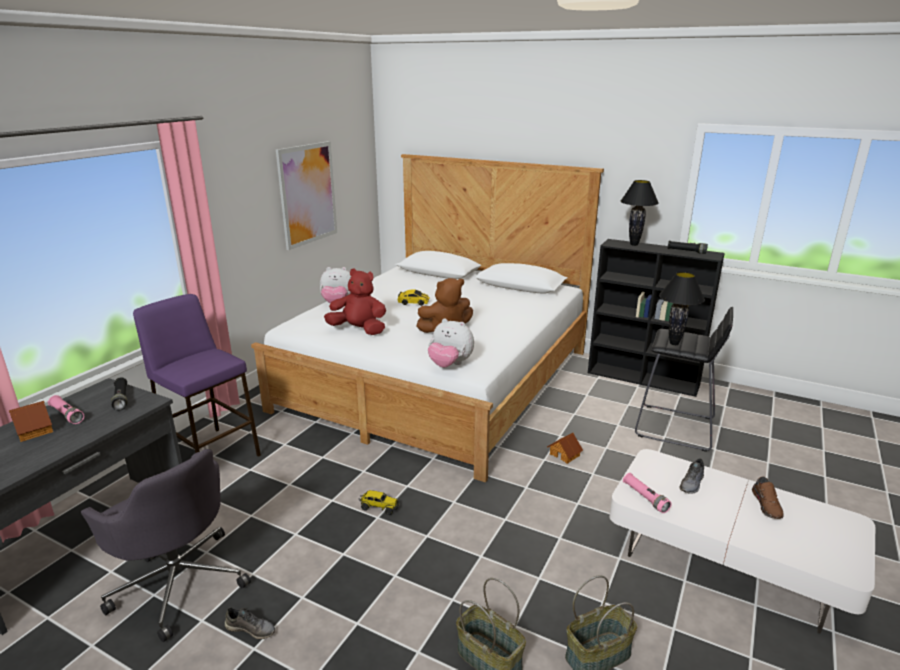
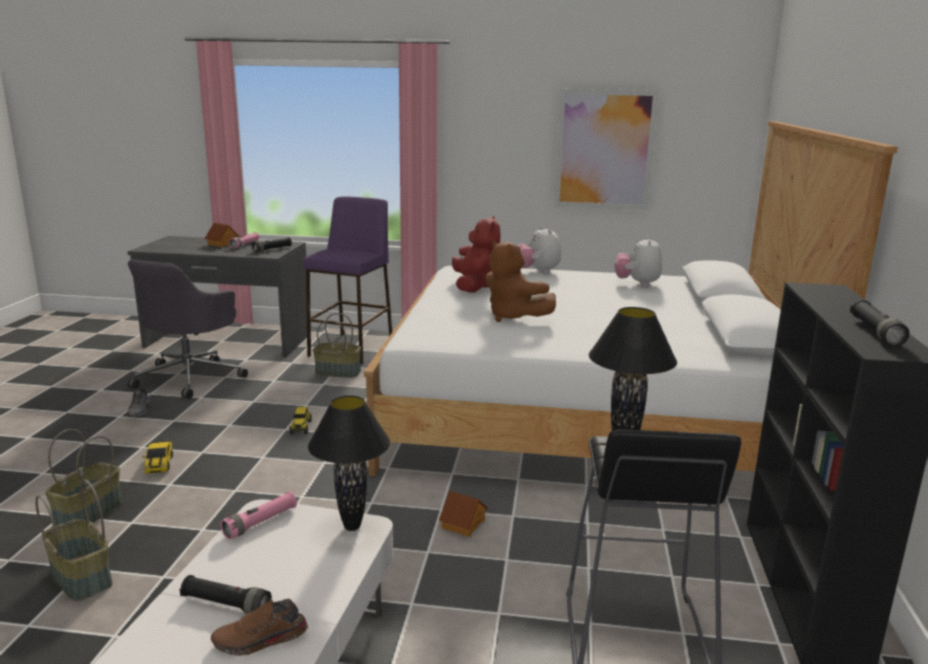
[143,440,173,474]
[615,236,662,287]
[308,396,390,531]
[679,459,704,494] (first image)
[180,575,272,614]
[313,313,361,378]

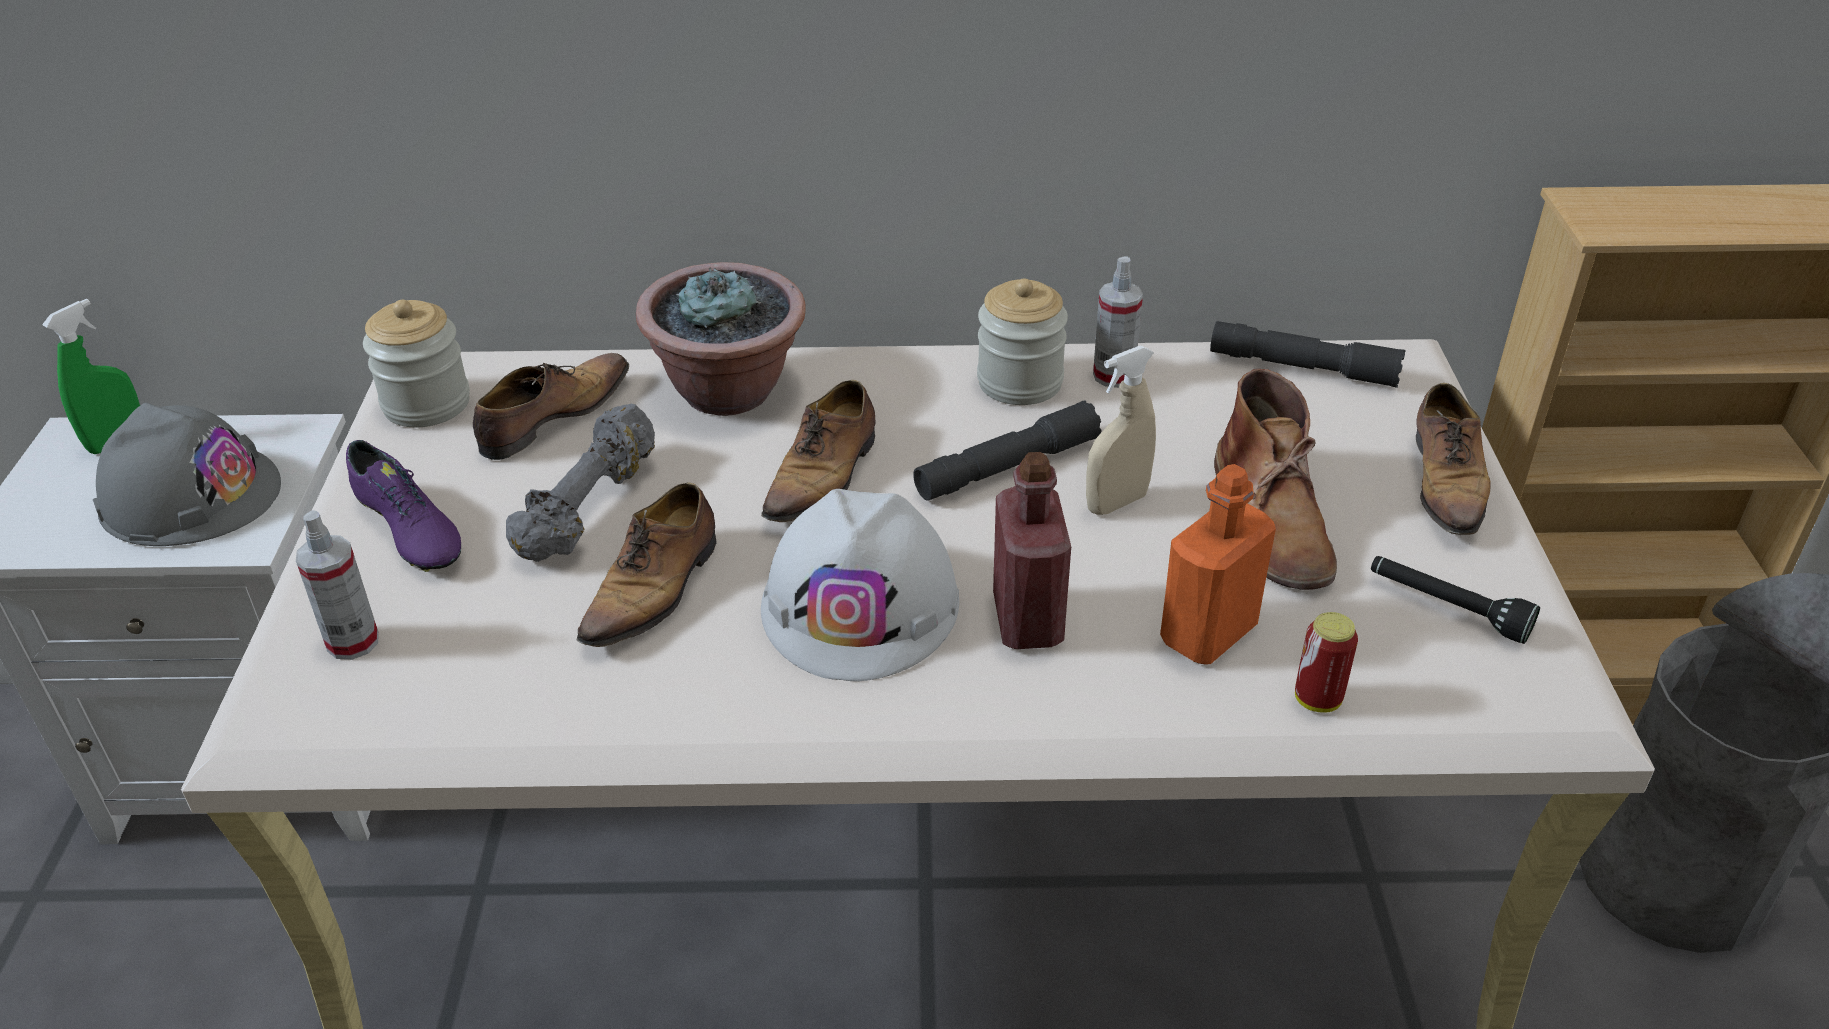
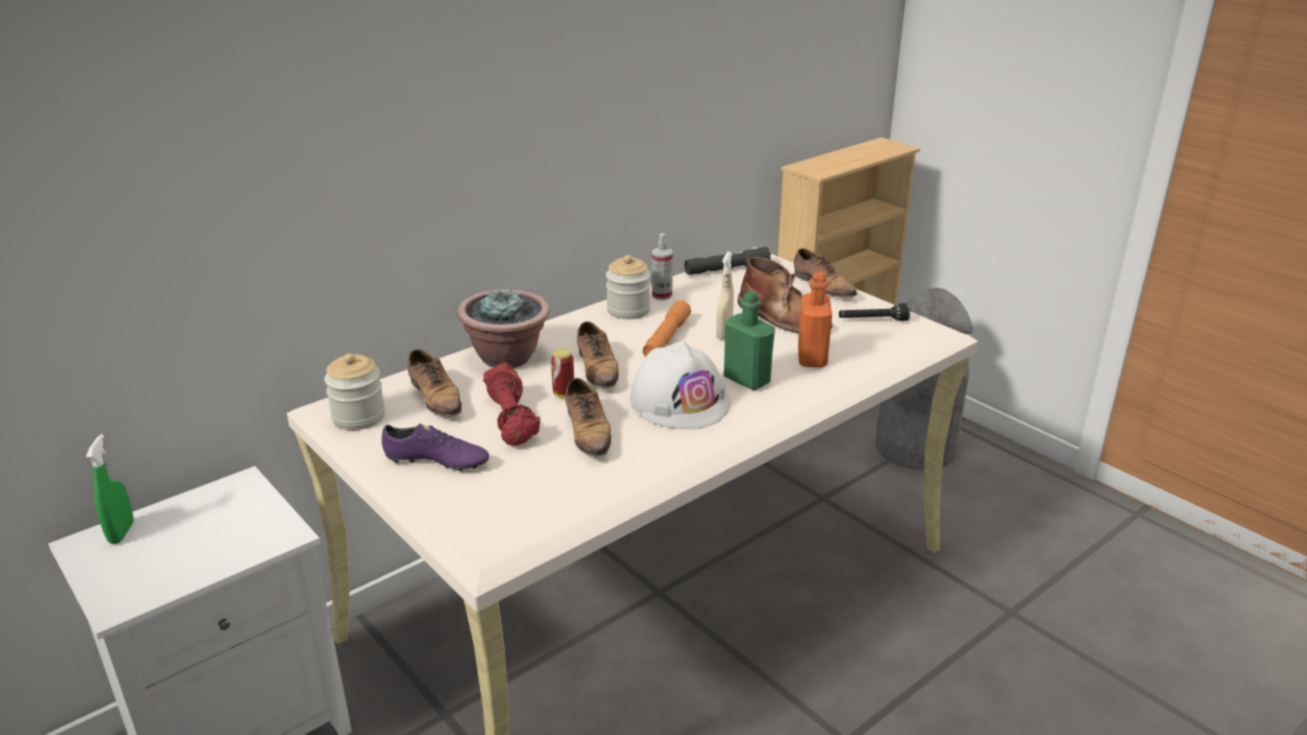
[93,403,281,546] (first image)
[296,510,379,660] (first image)
[408,349,462,417]
[483,362,540,446]
[643,300,691,357]
[724,291,775,390]
[551,349,574,398]

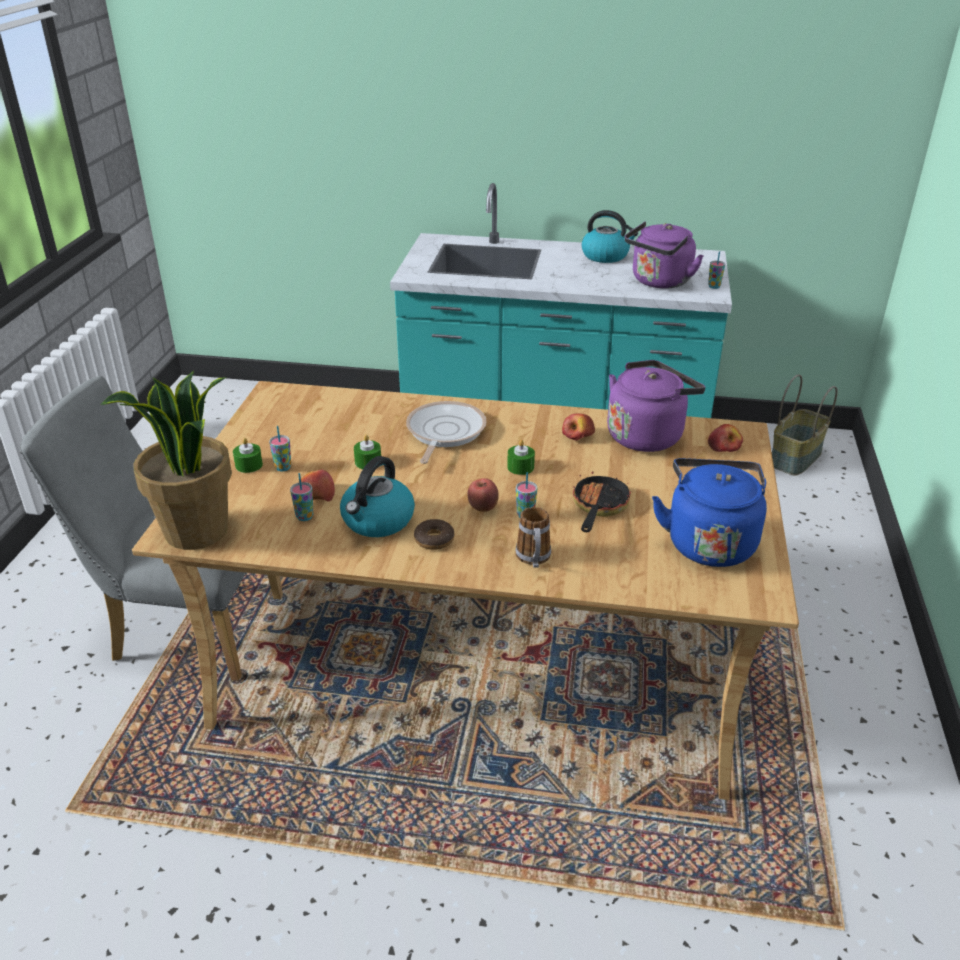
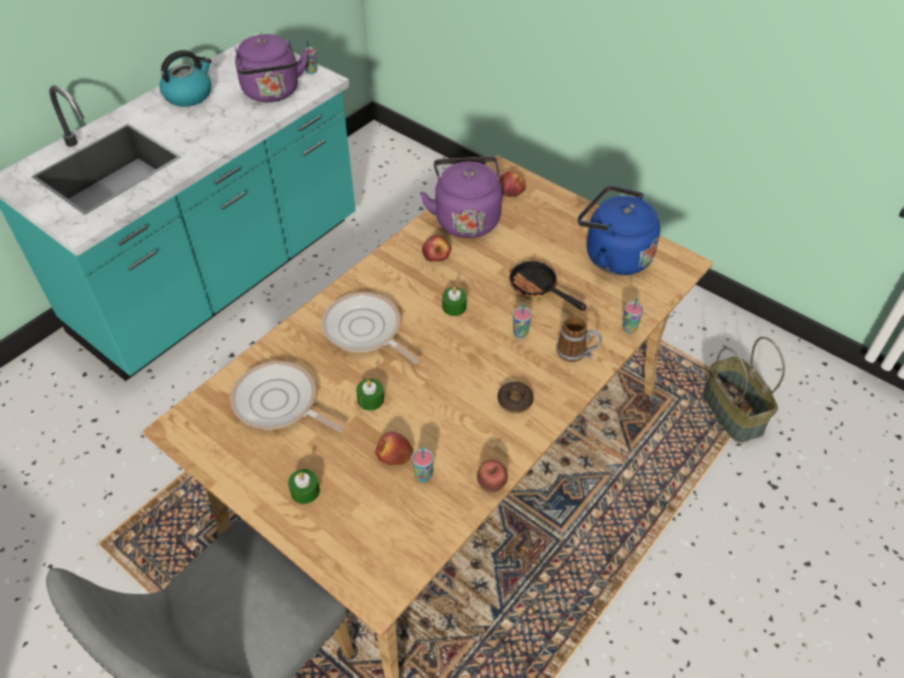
[101,371,232,550] (first image)
[622,297,644,333]
[340,456,415,537] (first image)
[477,460,508,493]
[703,337,785,443]
[230,361,344,432]

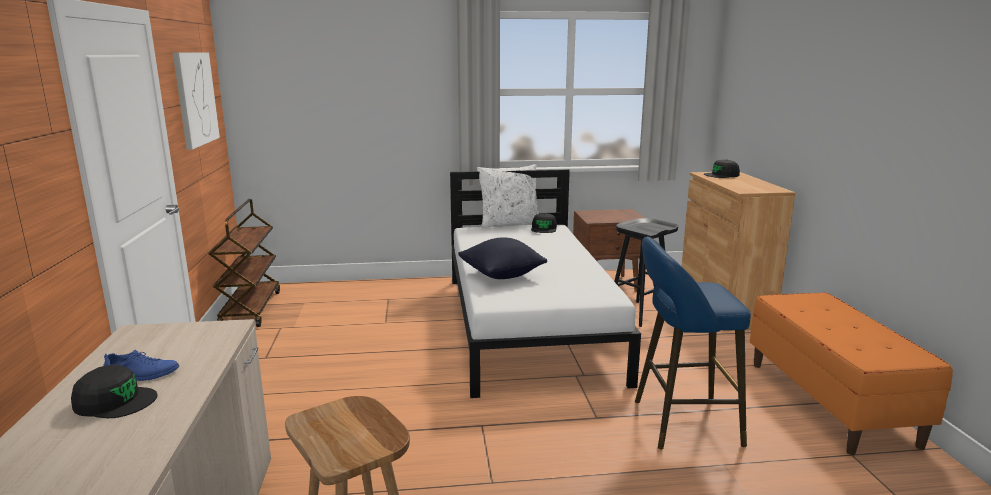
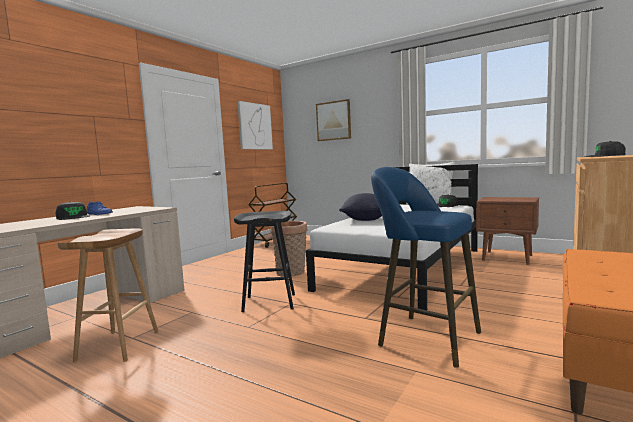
[234,211,295,312]
[270,221,307,277]
[316,99,351,141]

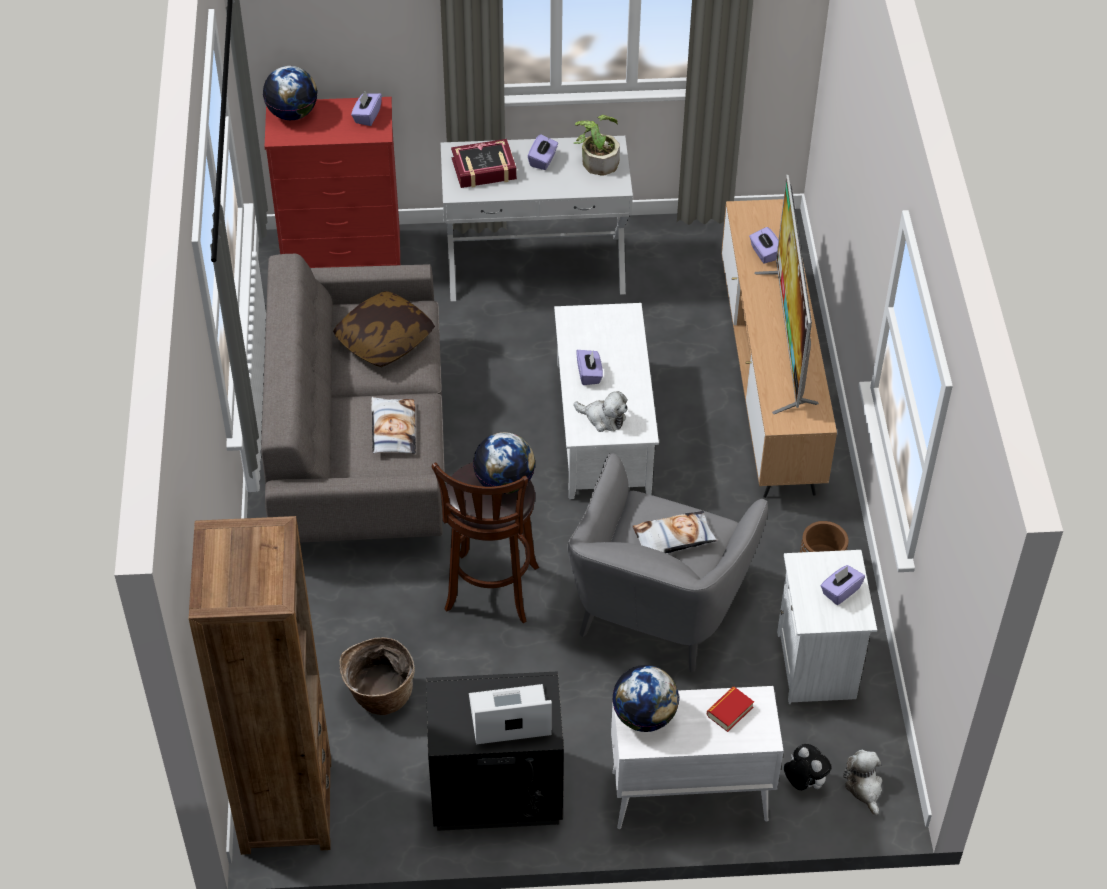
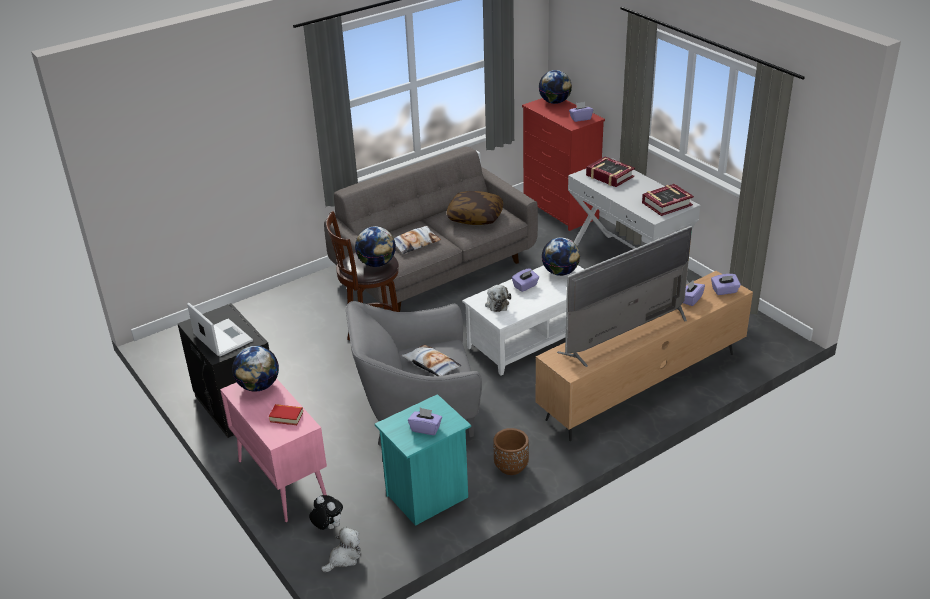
[189,516,331,855] (first image)
[339,637,415,715] (first image)
[711,274,741,295]
[642,184,694,216]
[220,378,327,522]
[375,394,471,526]
[309,495,343,530]
[542,237,580,276]

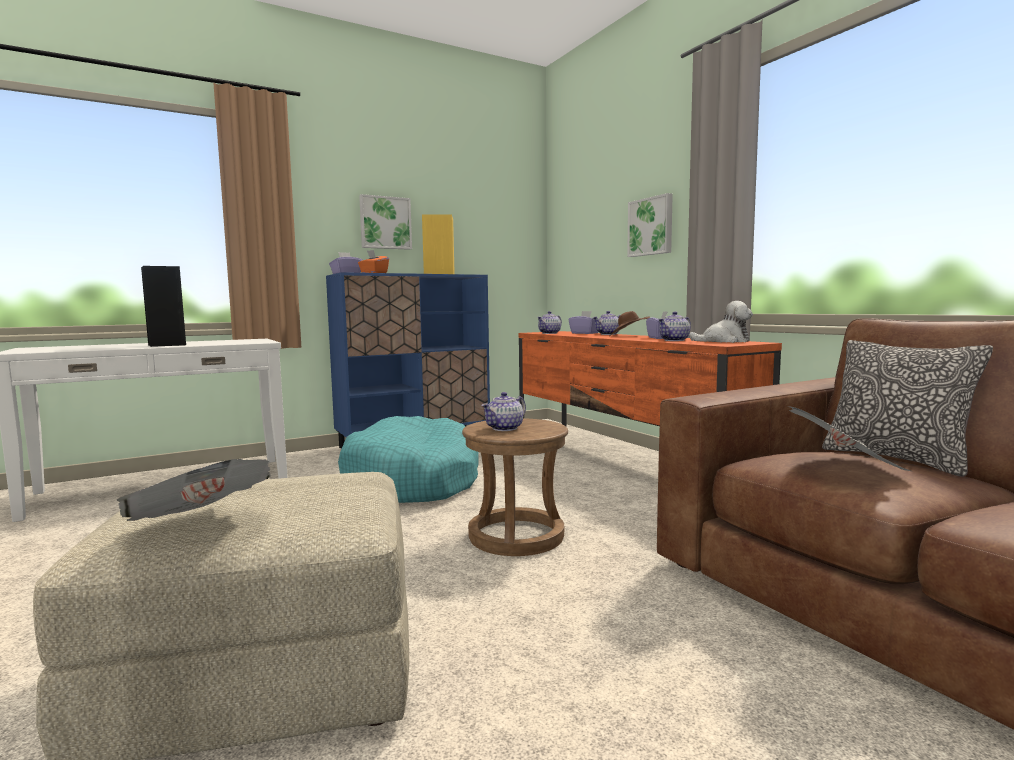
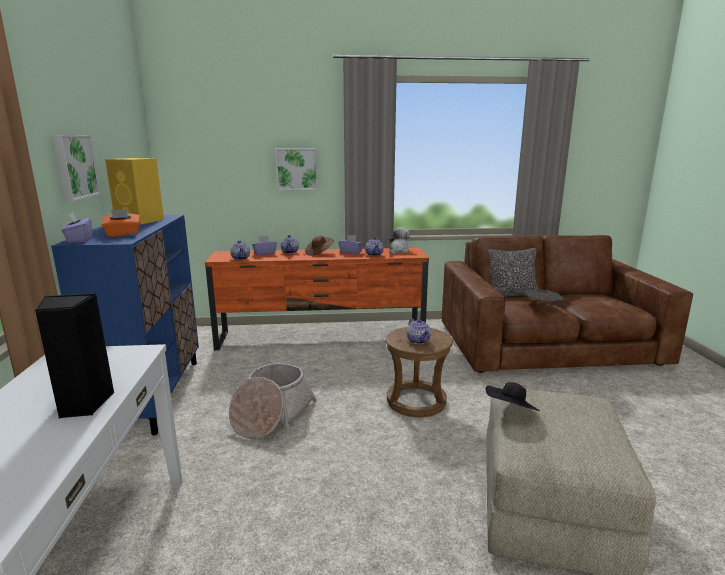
[116,459,271,521] (first image)
[229,363,317,439]
[486,382,540,411]

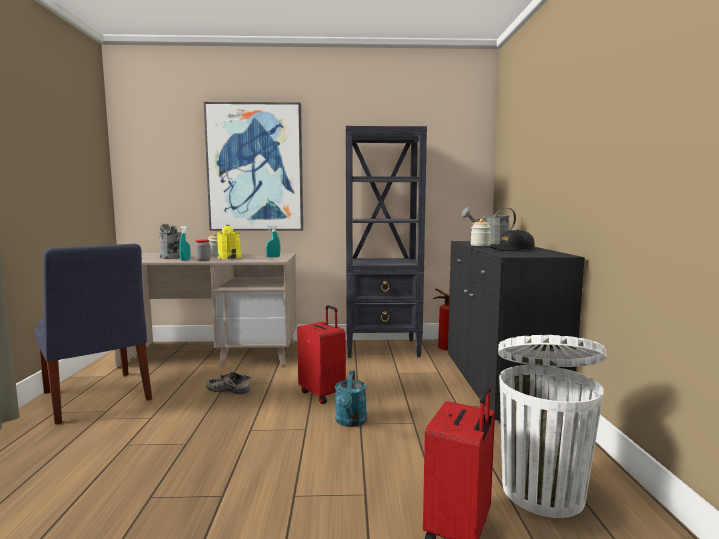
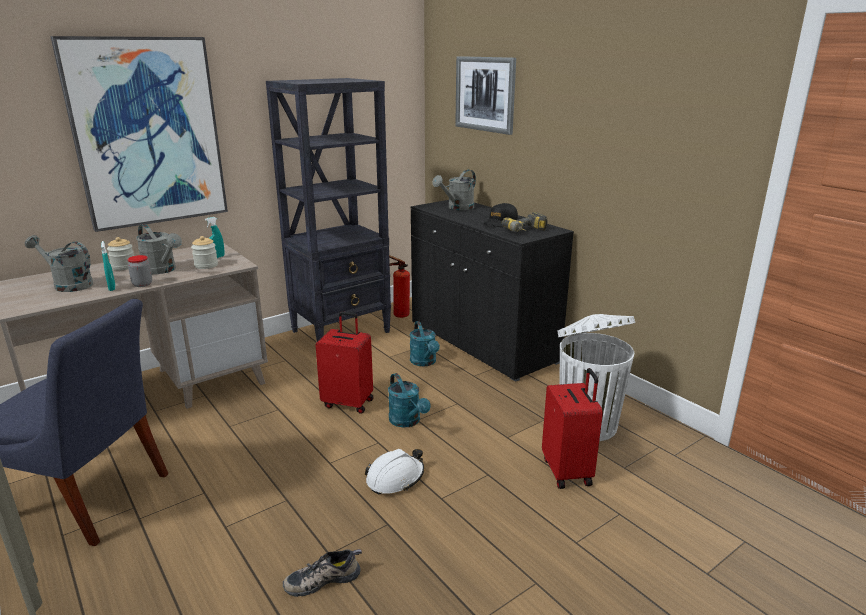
[283,549,362,597]
[136,224,182,274]
[191,236,218,269]
[365,449,424,494]
[410,321,440,366]
[455,56,516,135]
[502,212,548,232]

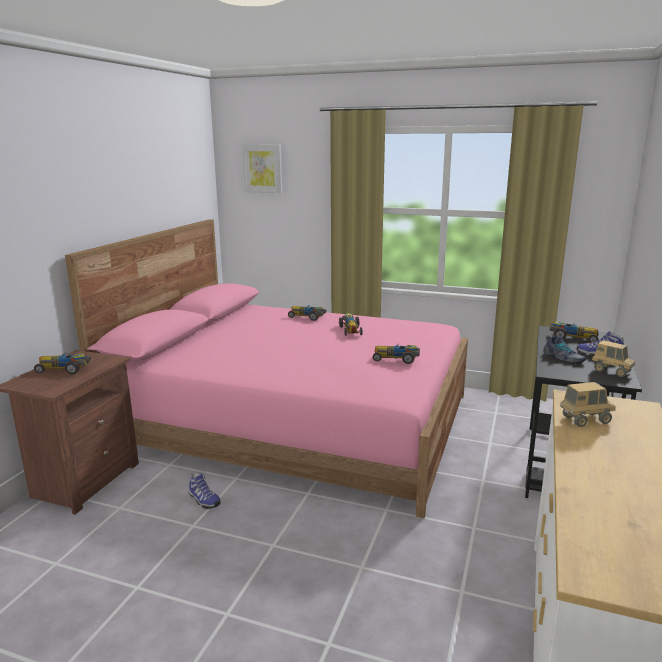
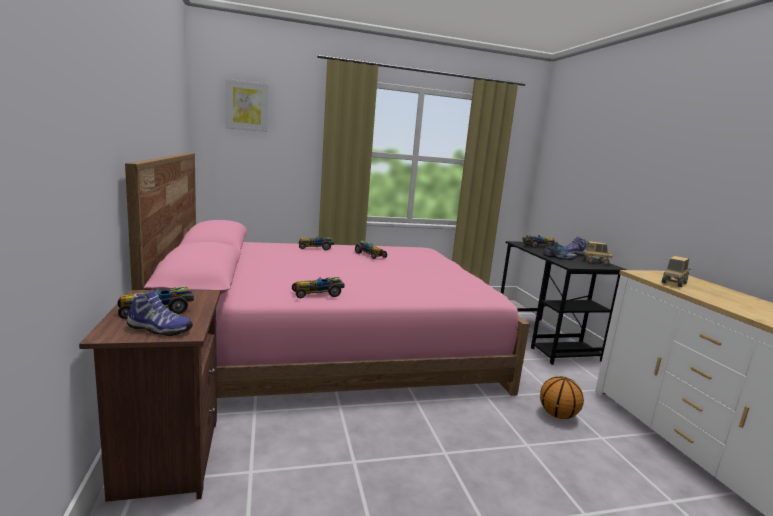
[127,290,193,336]
[292,277,345,298]
[540,376,584,419]

